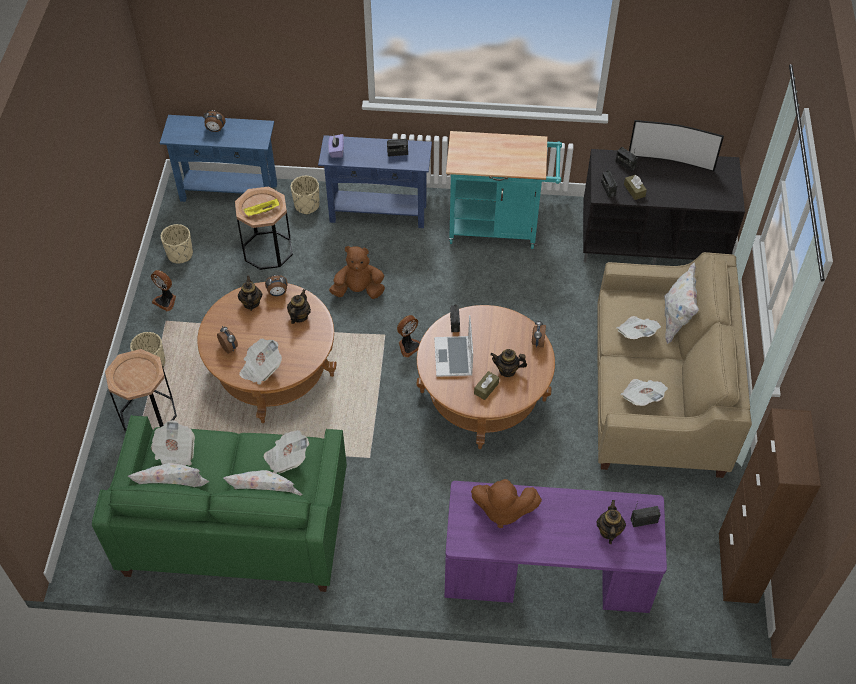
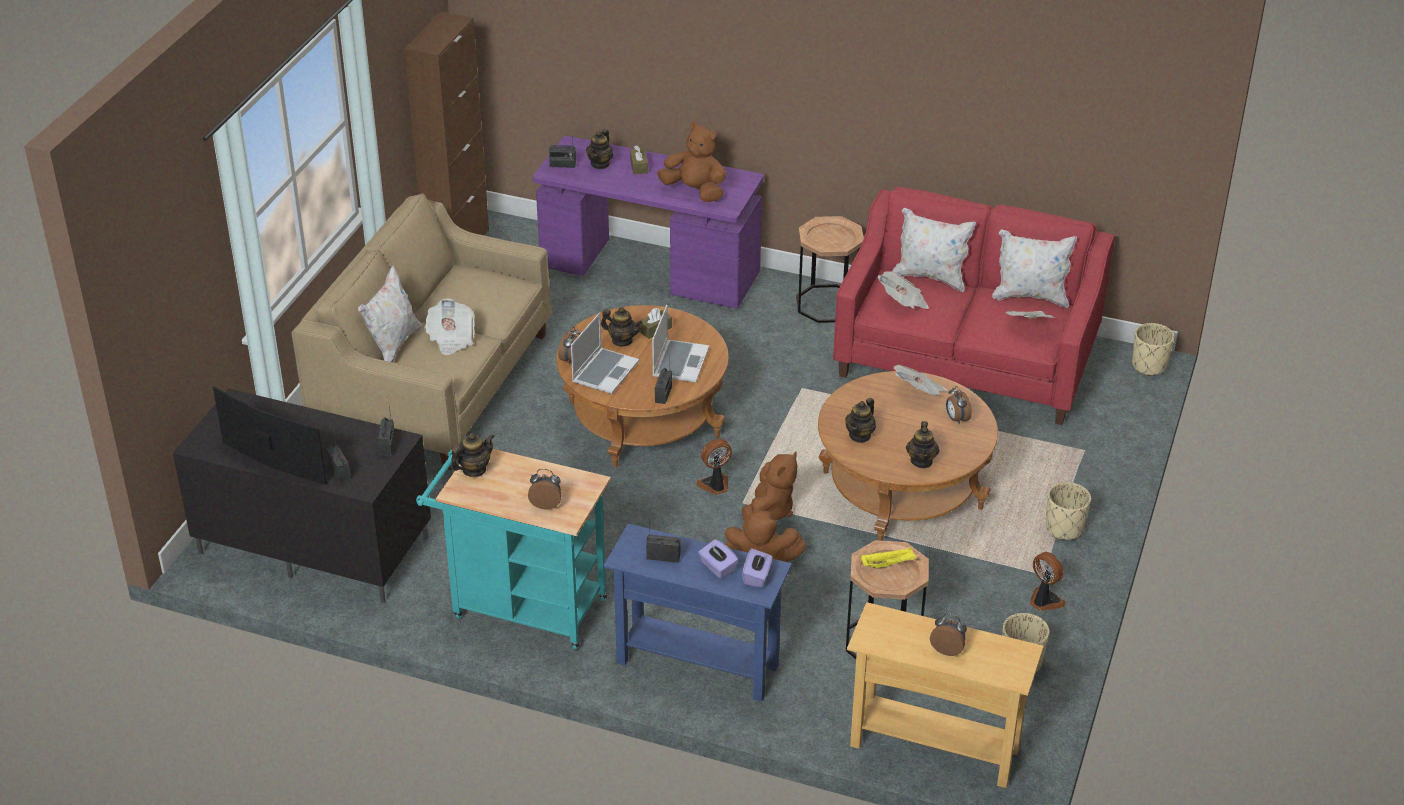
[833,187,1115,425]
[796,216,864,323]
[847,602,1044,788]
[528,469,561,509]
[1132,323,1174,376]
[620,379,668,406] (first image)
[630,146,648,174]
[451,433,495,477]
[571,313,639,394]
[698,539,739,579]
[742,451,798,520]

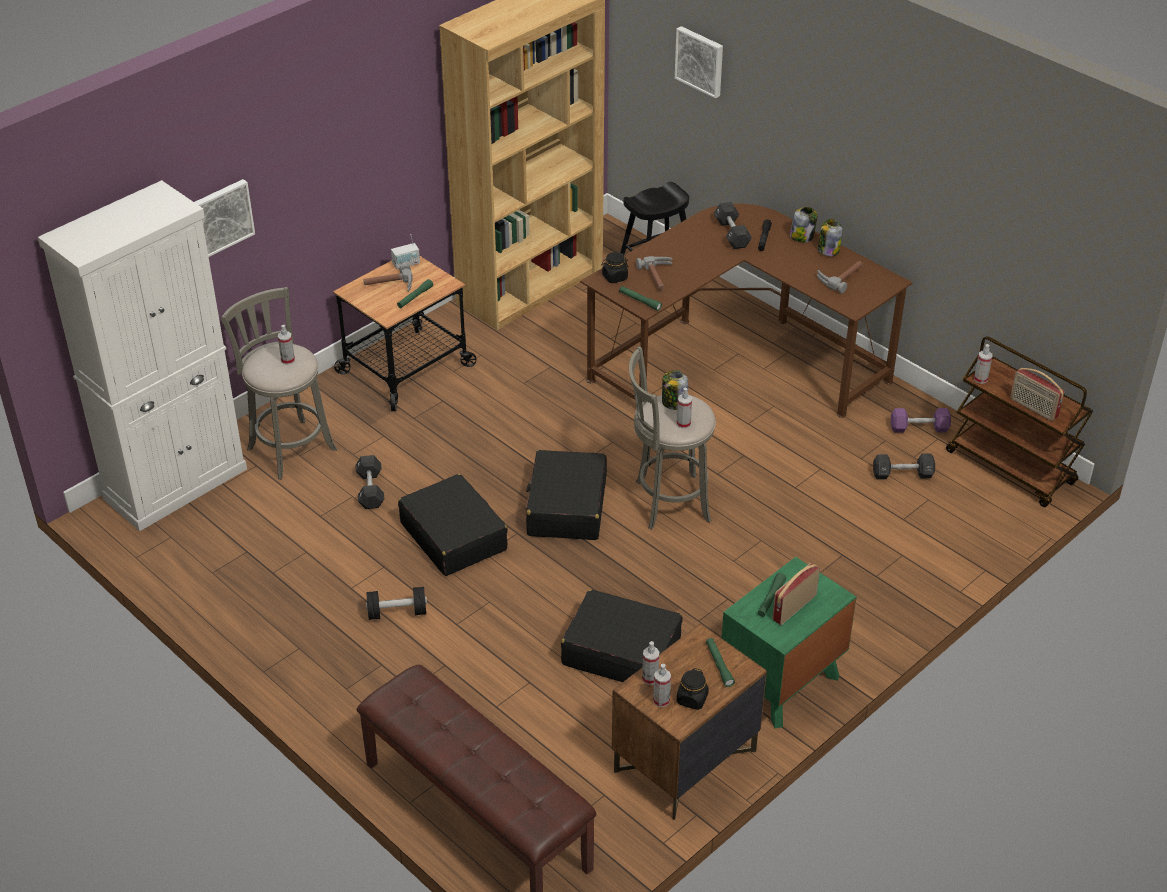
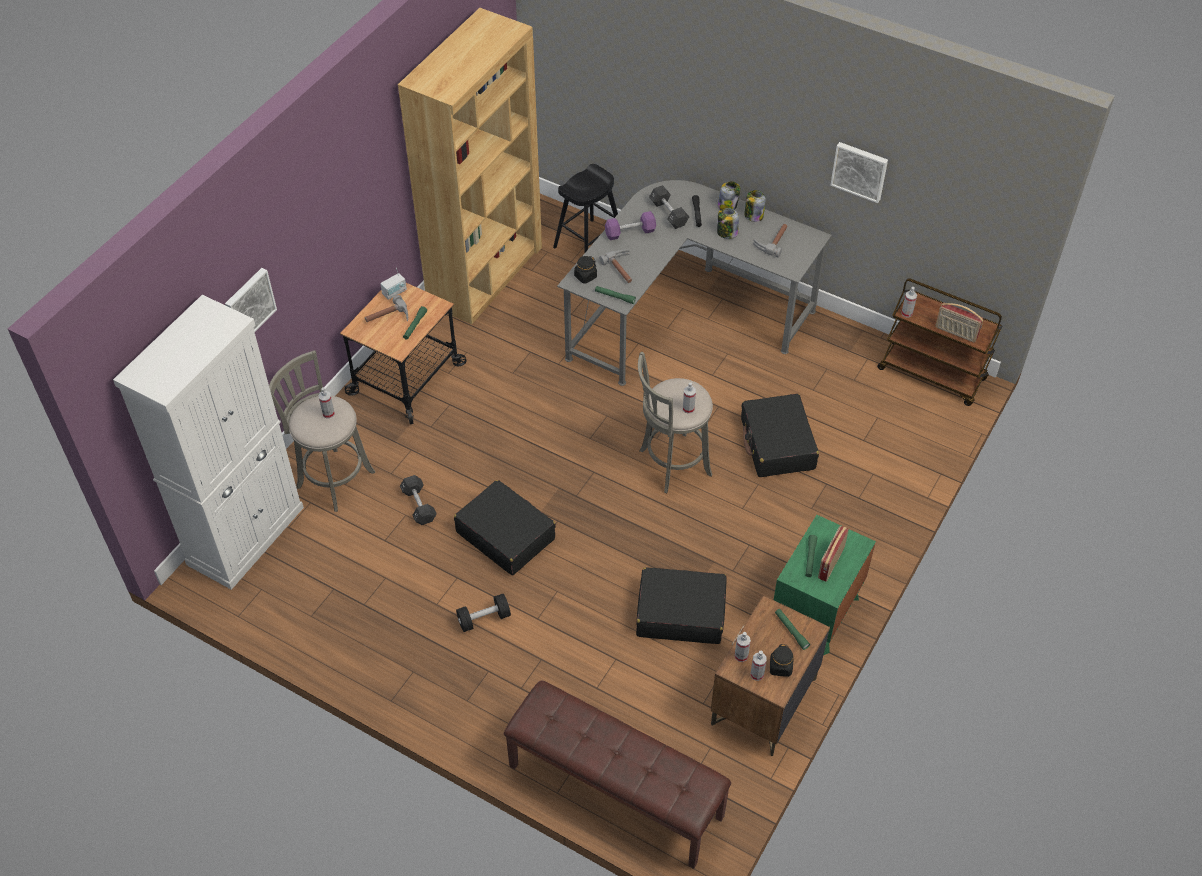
[741,394,819,477]
[557,180,832,386]
[717,208,739,239]
[830,142,888,203]
[873,453,935,480] (first image)
[605,211,656,240]

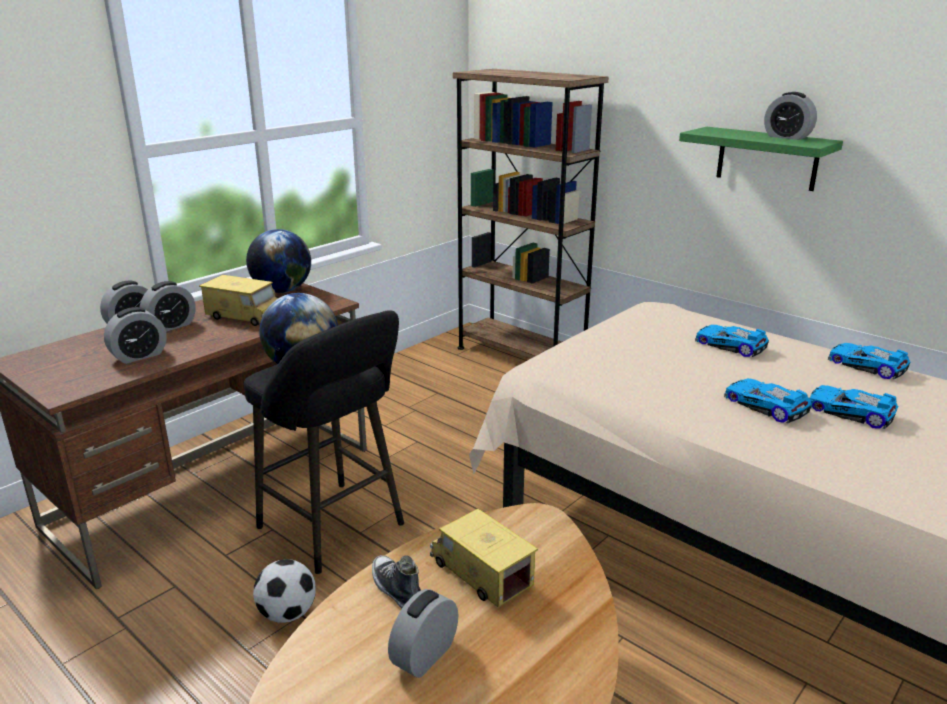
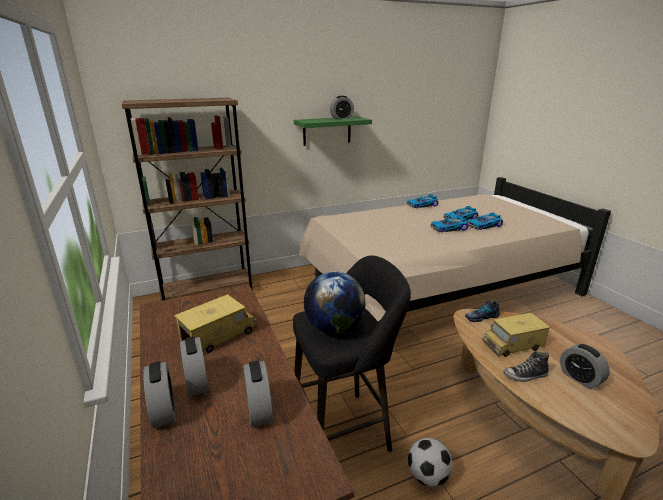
[246,229,311,293] (first image)
[467,212,503,230]
[465,300,500,322]

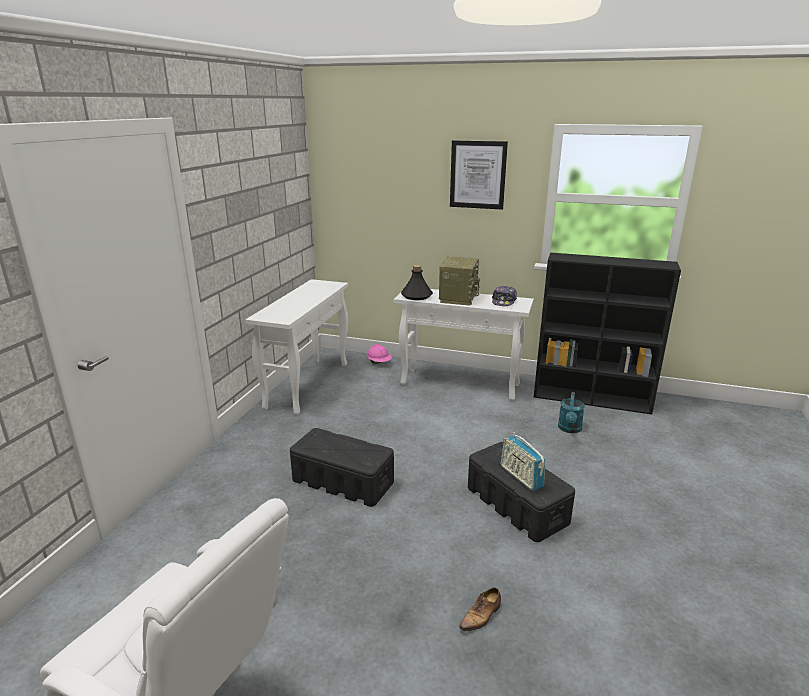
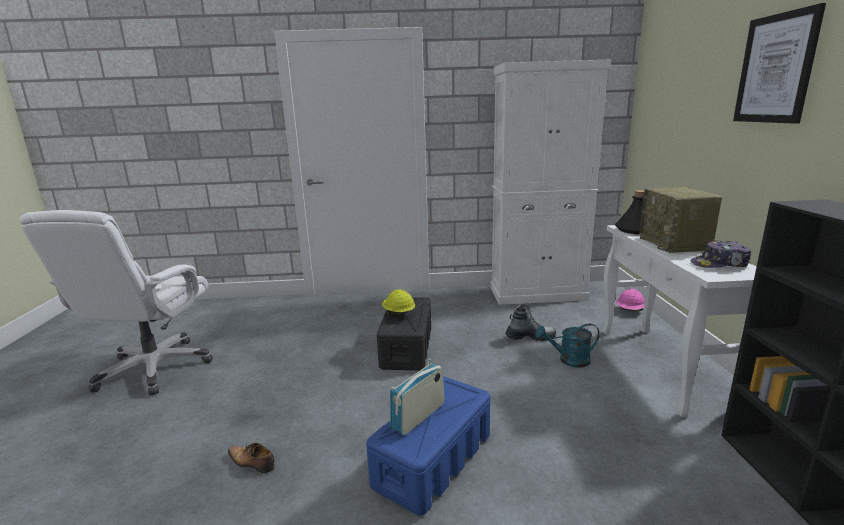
[490,59,611,305]
[639,187,722,253]
[366,377,490,516]
[535,324,600,368]
[382,289,415,316]
[505,304,556,341]

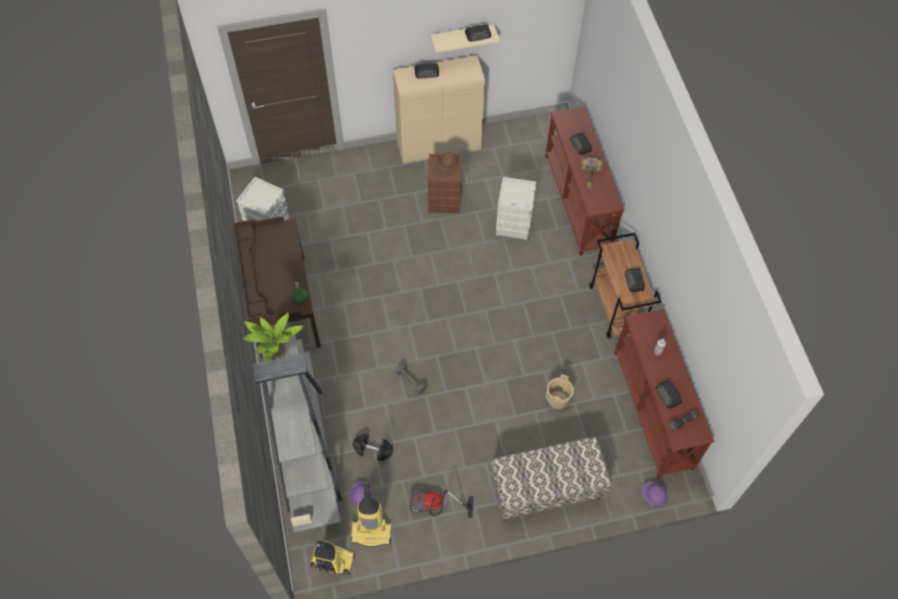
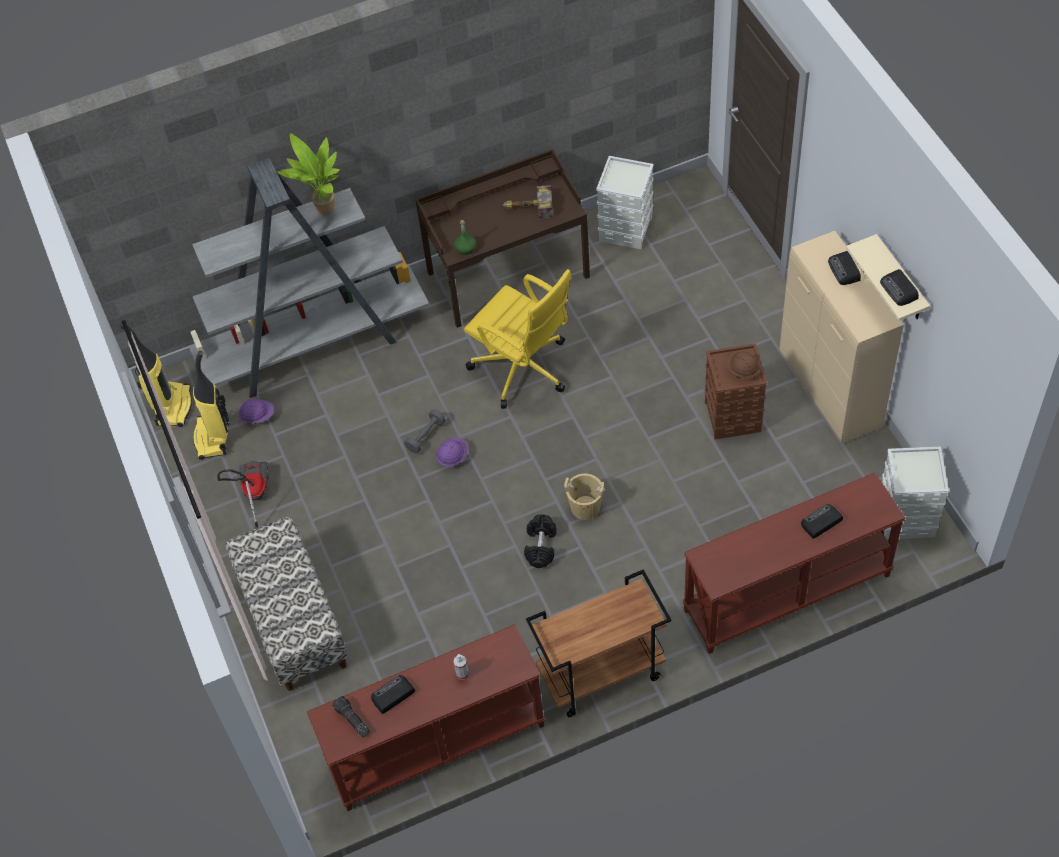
[524,514,557,568]
[882,447,949,539]
[564,473,605,520]
[503,185,553,218]
[625,268,645,292] (first image)
[436,438,468,467]
[464,269,572,409]

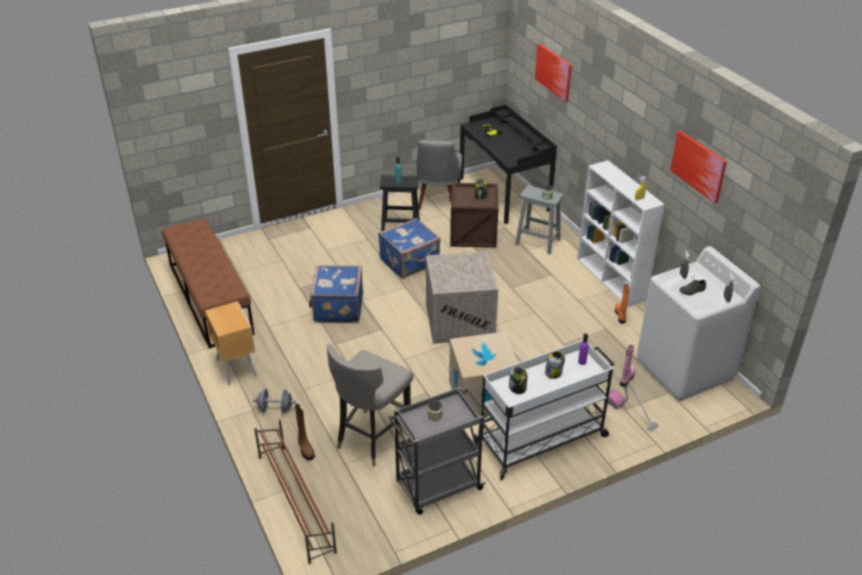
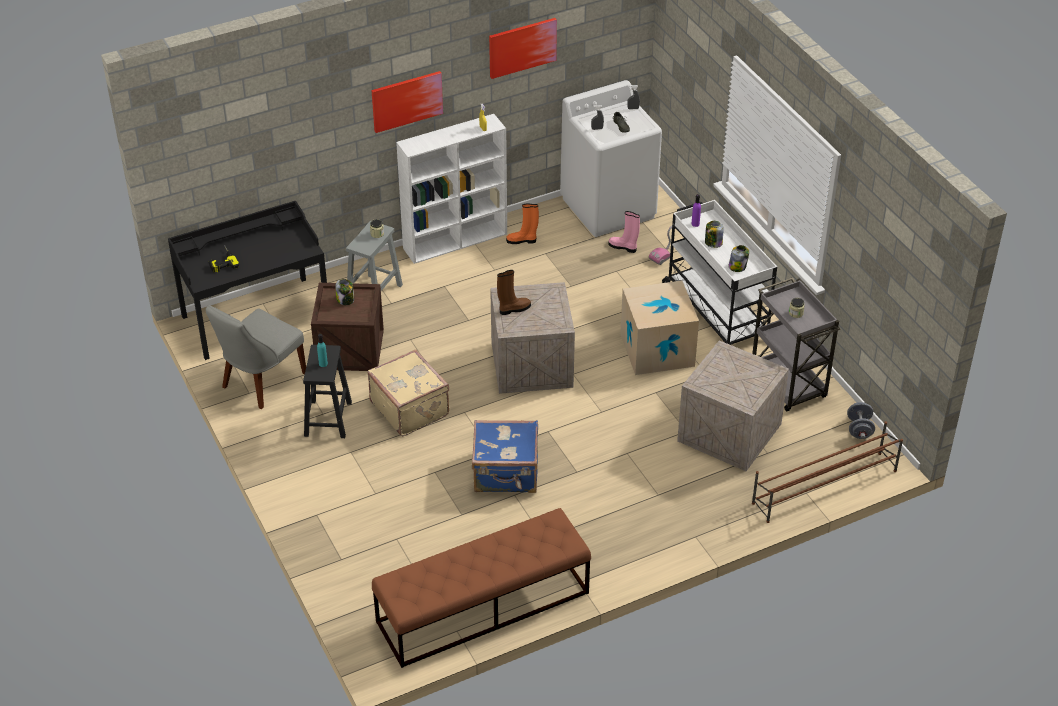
[205,301,257,385] (first image)
[847,402,875,439]
[497,270,531,315]
[677,340,789,471]
[368,350,449,436]
[206,305,306,409]
[372,71,443,133]

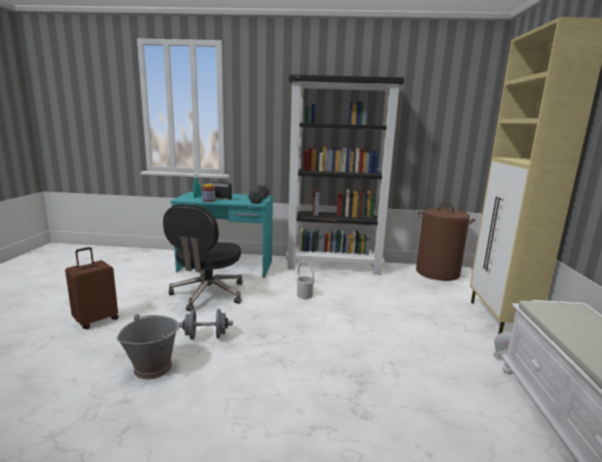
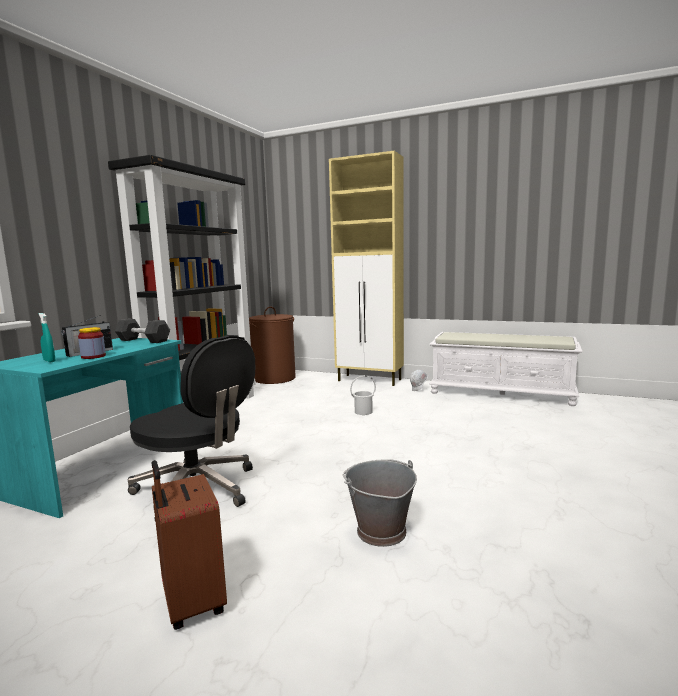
[178,309,233,339] (first image)
[350,375,376,415]

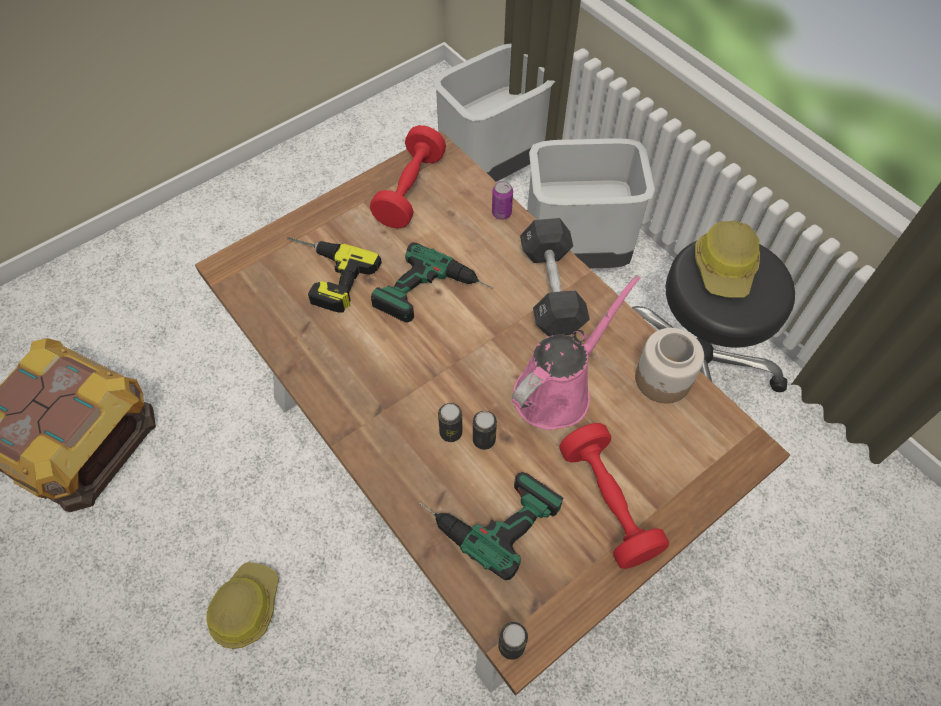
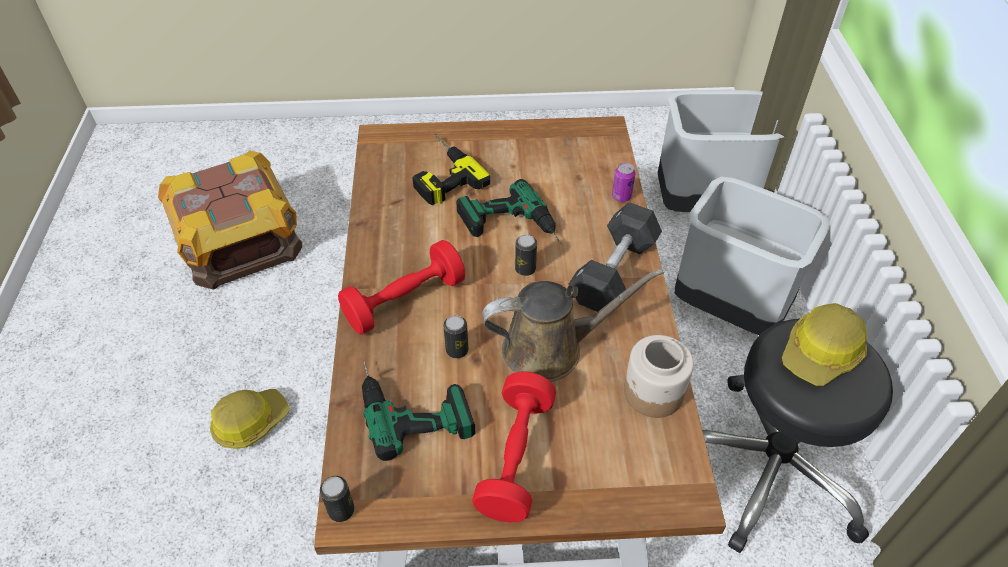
[338,240,465,335]
[515,235,537,276]
[482,269,664,382]

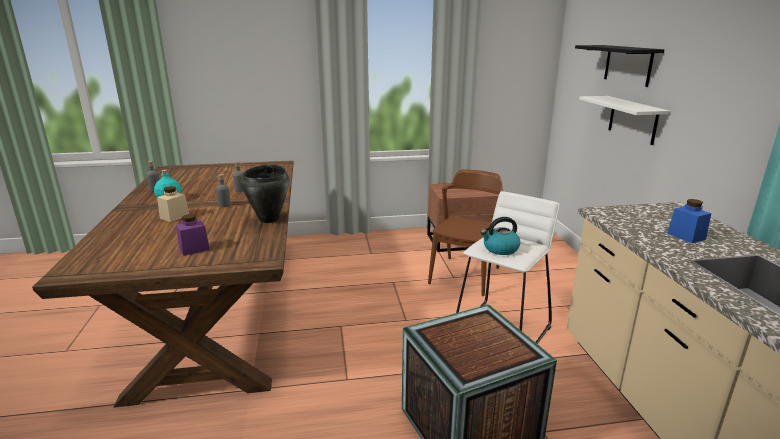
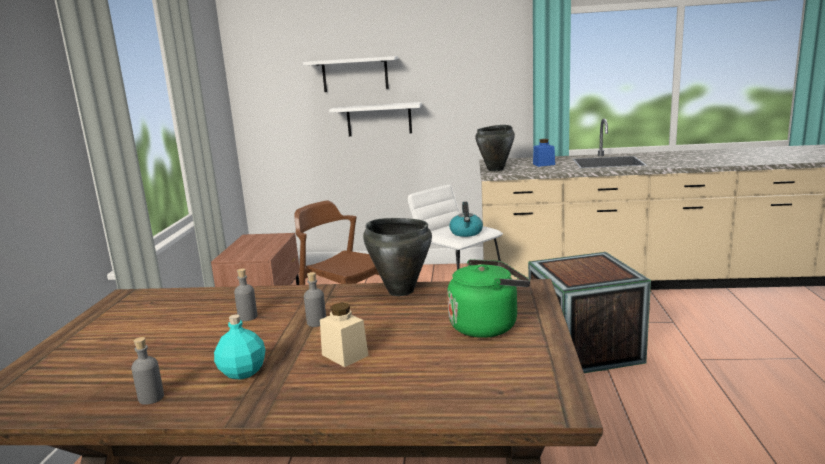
[447,259,530,338]
[303,56,398,92]
[475,125,515,171]

